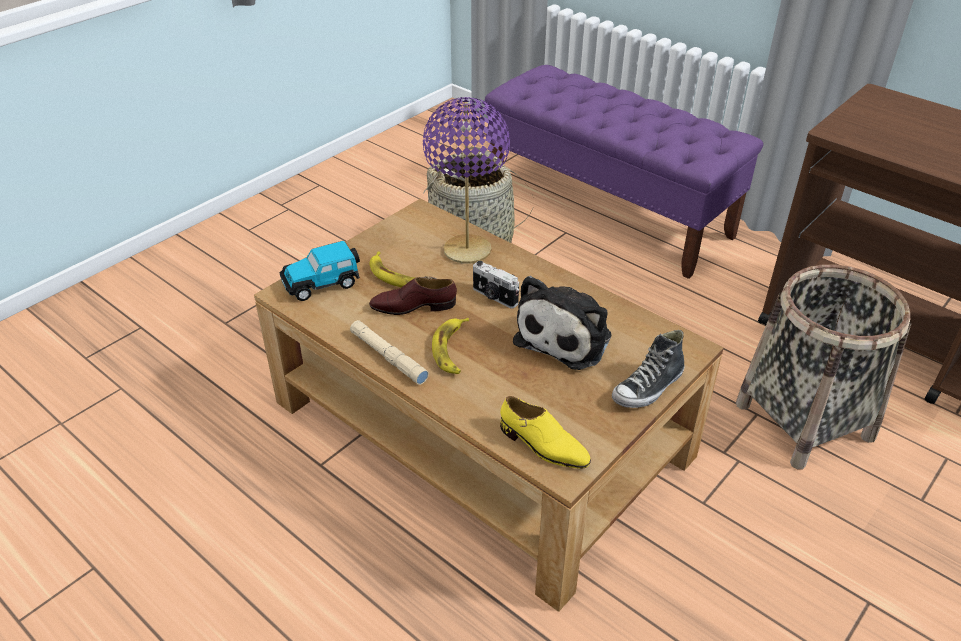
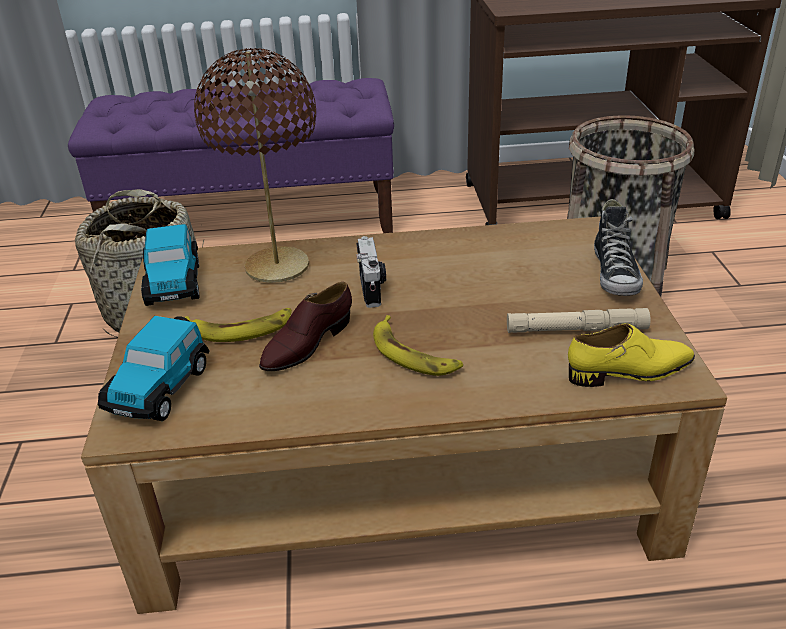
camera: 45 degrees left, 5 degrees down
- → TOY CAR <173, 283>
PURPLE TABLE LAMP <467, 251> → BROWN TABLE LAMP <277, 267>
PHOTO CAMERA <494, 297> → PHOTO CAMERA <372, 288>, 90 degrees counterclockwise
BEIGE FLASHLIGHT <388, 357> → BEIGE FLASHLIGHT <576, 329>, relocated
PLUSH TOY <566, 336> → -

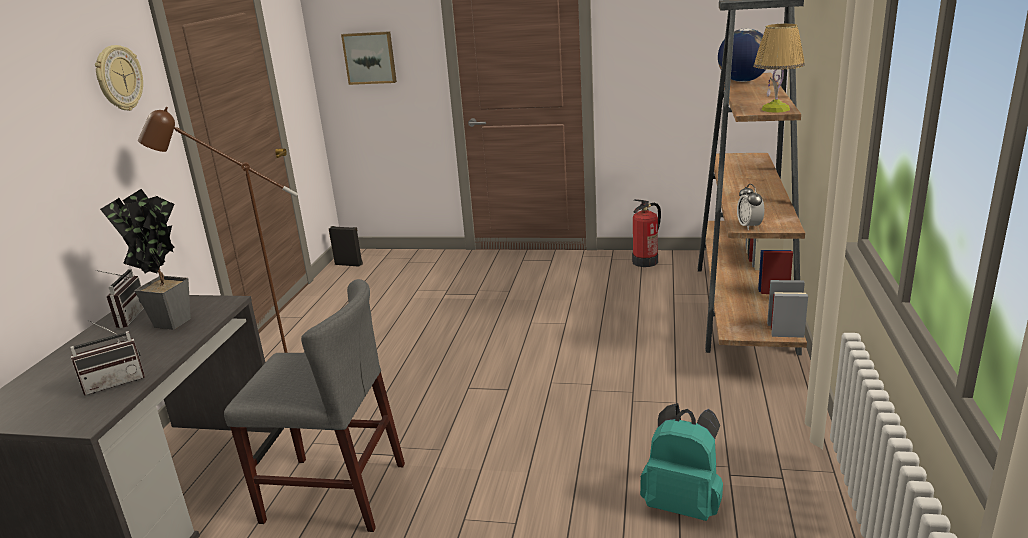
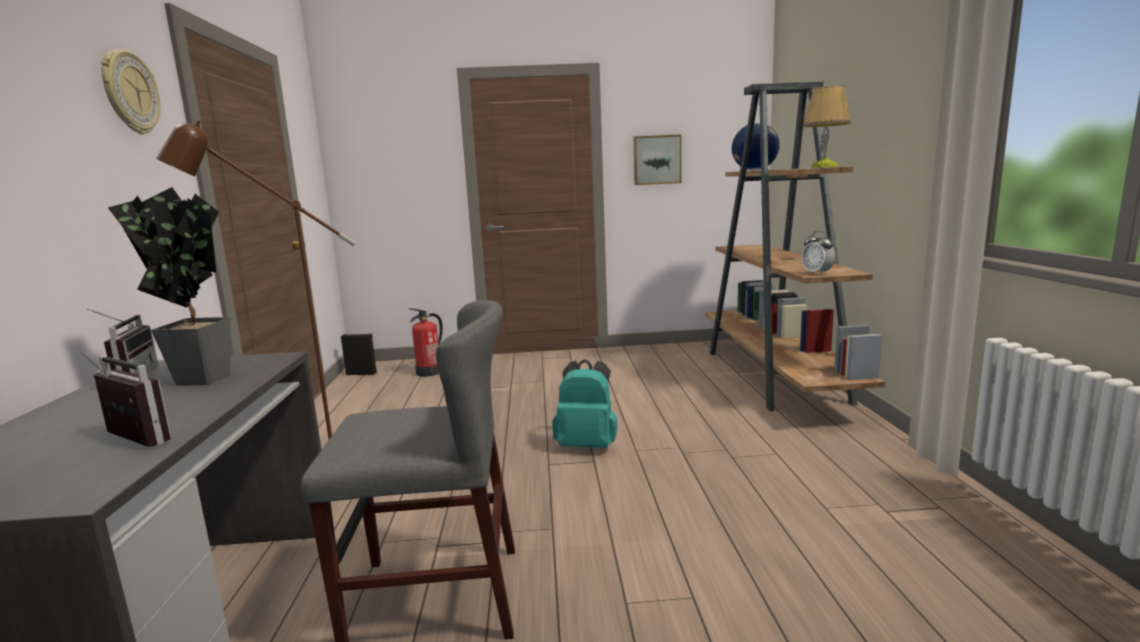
camera: 15 degrees left, 10 degrees down
RADIO <115, 382> → RADIO <126, 442>, 105 degrees counterclockwise
FIRE EXTINGUISHER <645, 261> → FIRE EXTINGUISHER <429, 372>, relocated
TURQUOISE BACKPACK <683, 504> → TURQUOISE BACKPACK <587, 445>, relocated
PICTURE <370, 58> → PICTURE <657, 160>, relocated

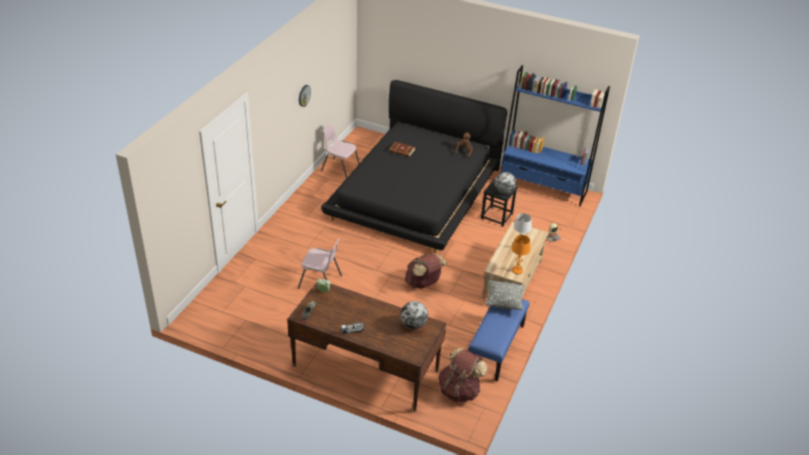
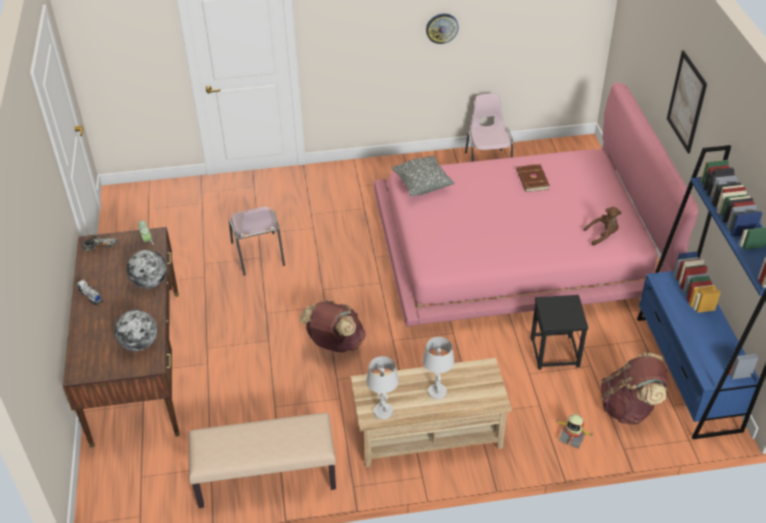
camera: 60 degrees right, 5 degrees up
GLOBE <504, 192> → GLOBE <150, 283>, relocated
BLUE BENCH <496, 348> → BEIGE BENCH <265, 478>
ORANGE TABLE LAMP <517, 270> → WHITE TABLE LAMP <383, 411>
BLACK BED <415, 191> → PINK BED <518, 248>
GREY PILLOW <504, 302> → GREY PILLOW <422, 186>, relocated
BROWN BACKPACK <459, 390> → BROWN BACKPACK <629, 408>, relocated
- → PICTURE <686, 102>

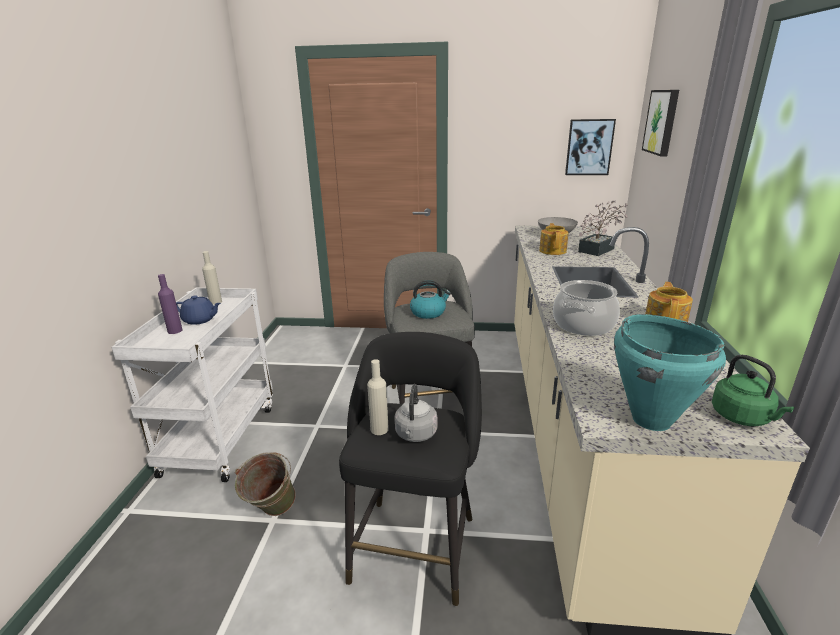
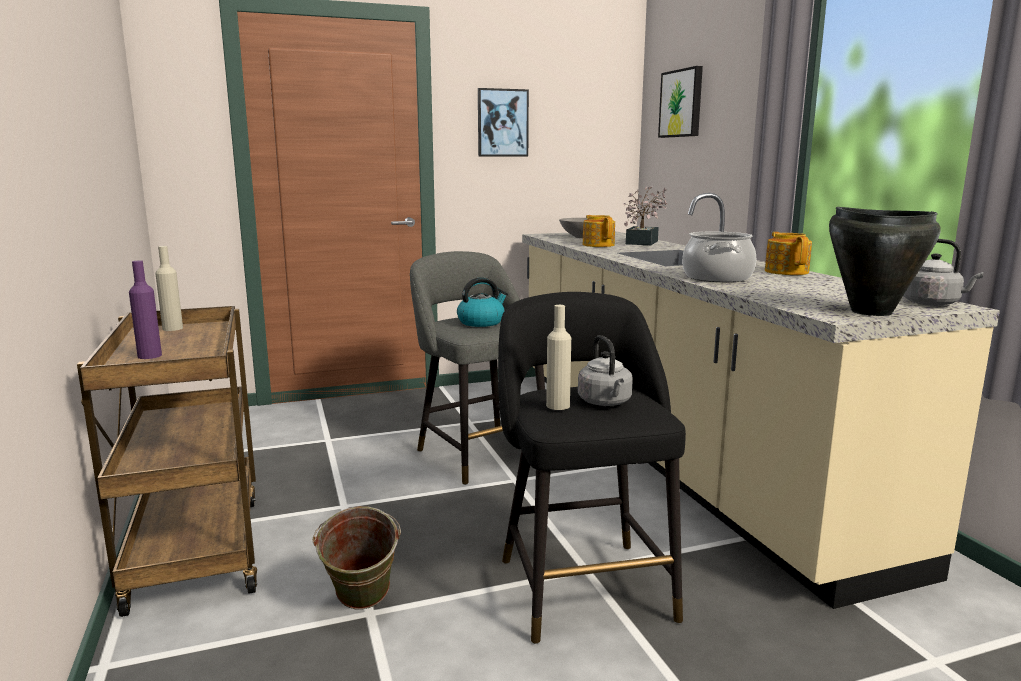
camera: 25 degrees left, 10 degrees down
WHITE CART <220, 438> → BROWN CART <194, 549>
PICTURE <589, 147> → PICTURE <502, 123>, relocated
TURQUOISE COOKING POT <651, 419> → BLACK COOKING POT <870, 311>
GREEN KETTLE <743, 418> → GREY KETTLE <933, 304>
BLUE TEAPOT <200, 320> → -

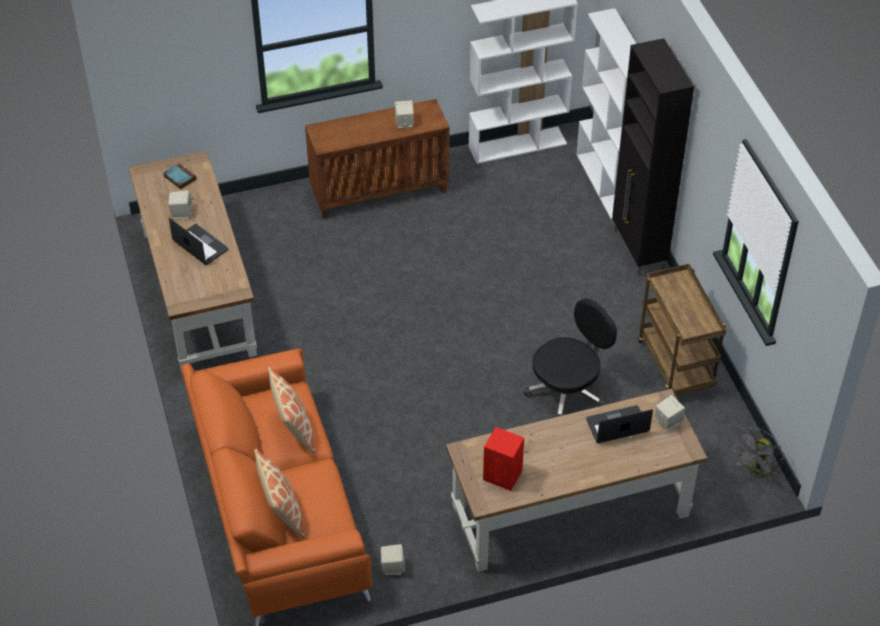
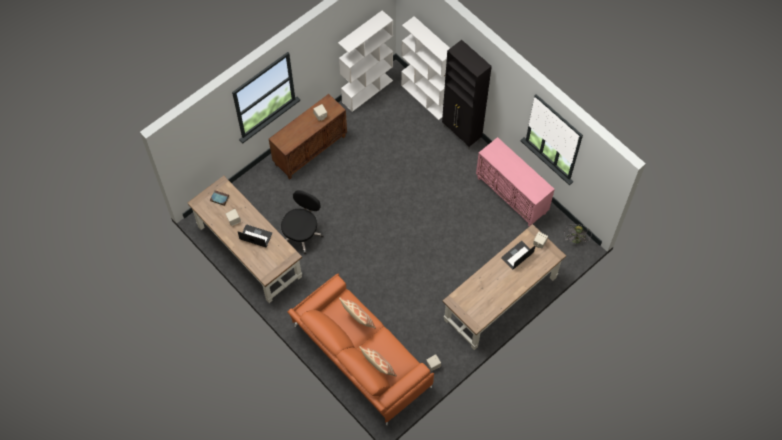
camera: 25 degrees left, 15 degrees up
BLACK OFFICE CHAIR <568, 391> → BLACK OFFICE CHAIR <302, 233>, relocated
BROWN CART <676, 365> → PINK CABINET <512, 195>
RED SPEAKER <503, 475> → -

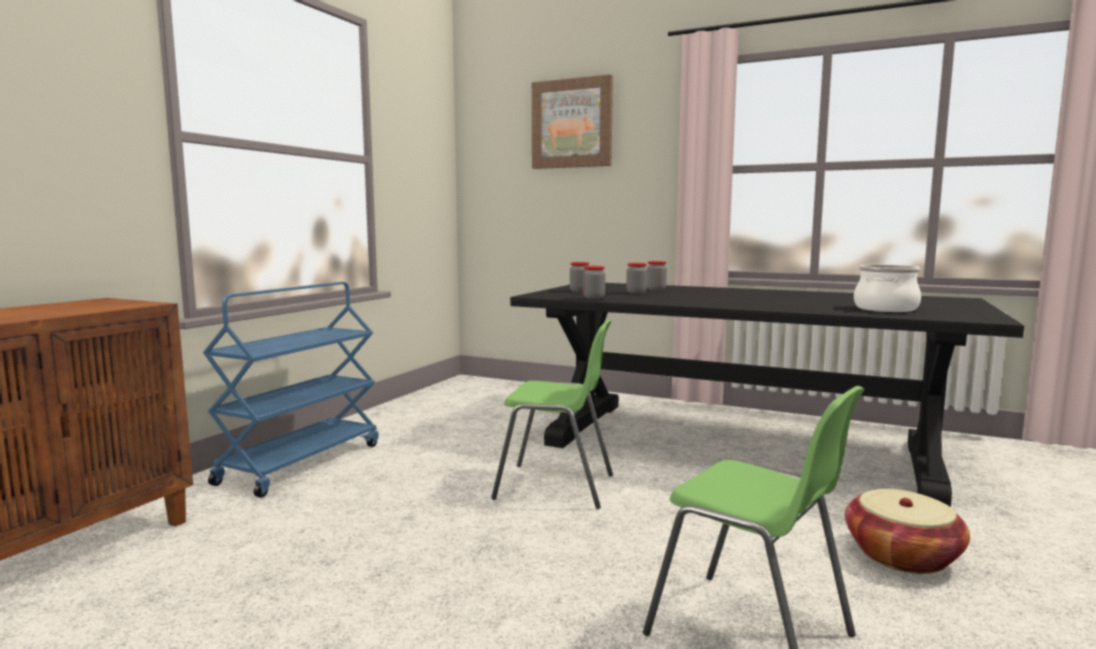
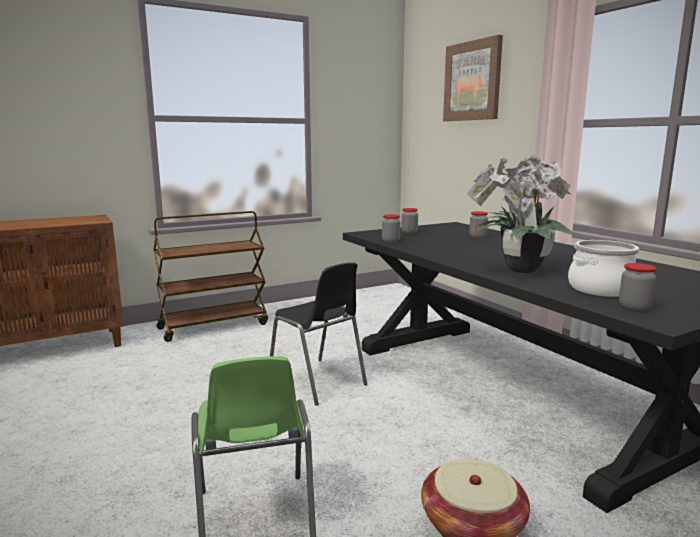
camera: 35 degrees right, 5 degrees up
BLUE CART <301, 463> → BROWN CART <214, 326>
GREEN CHAIR <556, 487> → BLACK CHAIR <317, 382>
- → POTTED PLANT <518, 269>
JAR <636, 292> → JAR <634, 307>, relocated

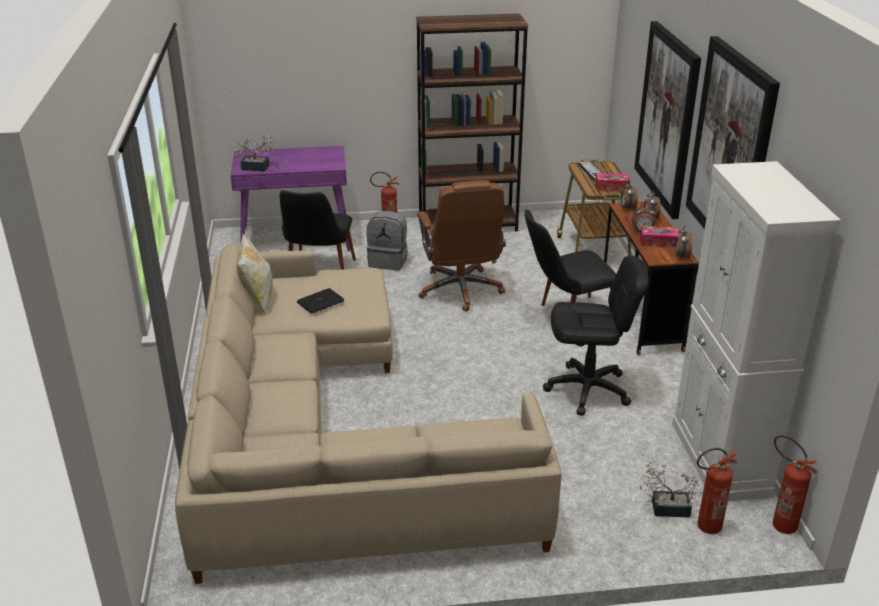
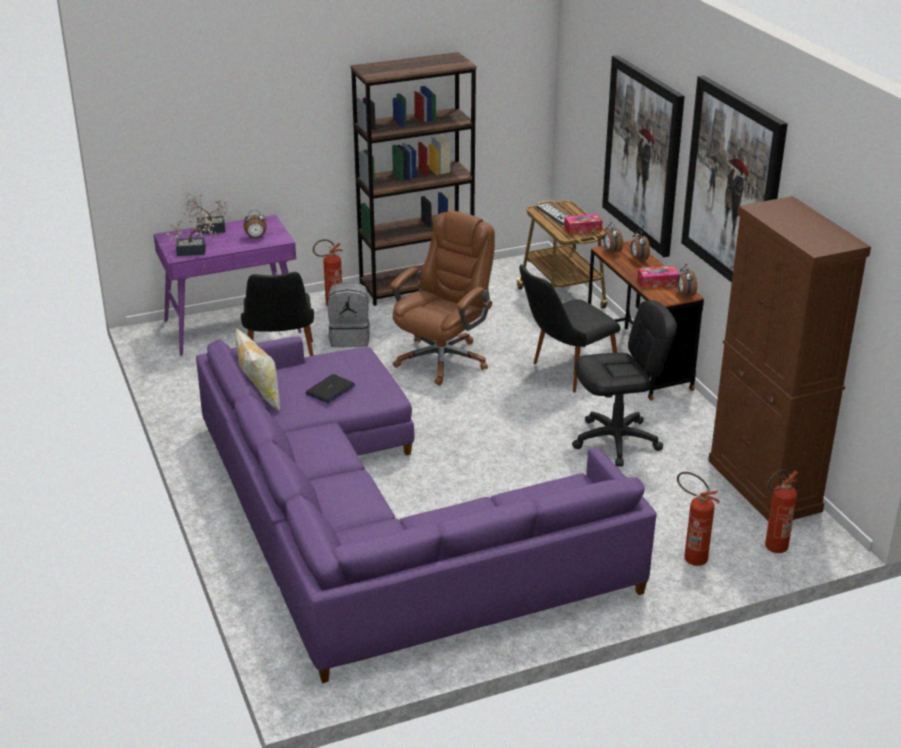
camera: 15 degrees left, 0 degrees up
POTTED PLANT <665, 508> → POTTED PLANT <207, 229>, relocated
BEIGE SOFA <322, 436> → PURPLE SOFA <374, 527>
ALARM CLOCK <642, 232> → ALARM CLOCK <256, 238>, relocated
BROWN OFFICE CHAIR <461, 290> → BROWN OFFICE CHAIR <443, 359>, 120 degrees counterclockwise
FIRE EXTINGUISHER <778, 523> → FIRE EXTINGUISHER <690, 557>, relocated
WHITE CABINET <720, 459> → BROWN CABINET <764, 486>

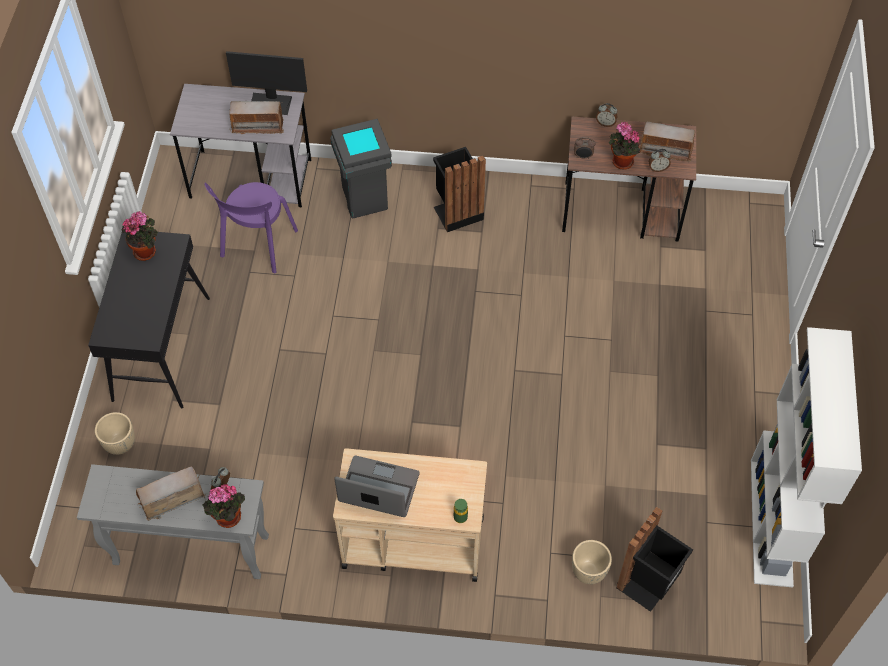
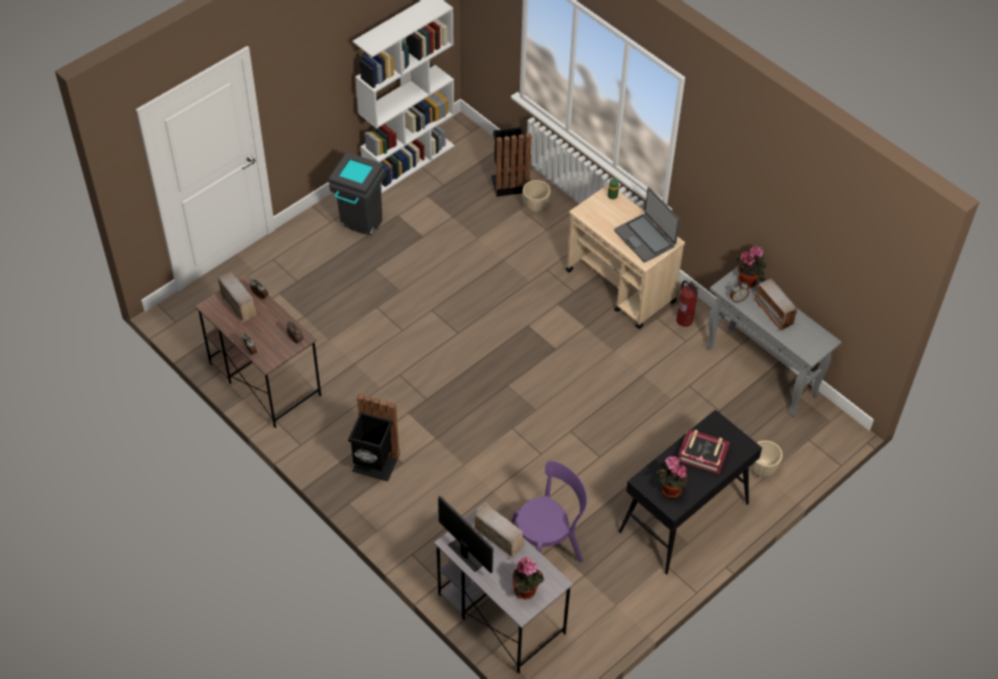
camera: 140 degrees left, 5 degrees down
GREY TRASH CAN <364, 200> → GREY TRASH CAN <360, 227>, relocated
POTTED PLANT <620, 162> → POTTED PLANT <527, 591>, relocated
- → FIRE EXTINGUISHER <684, 320>
- → BOOK <703, 454>
RADIO <173, 500> → RADIO <774, 312>, 45 degrees clockwise

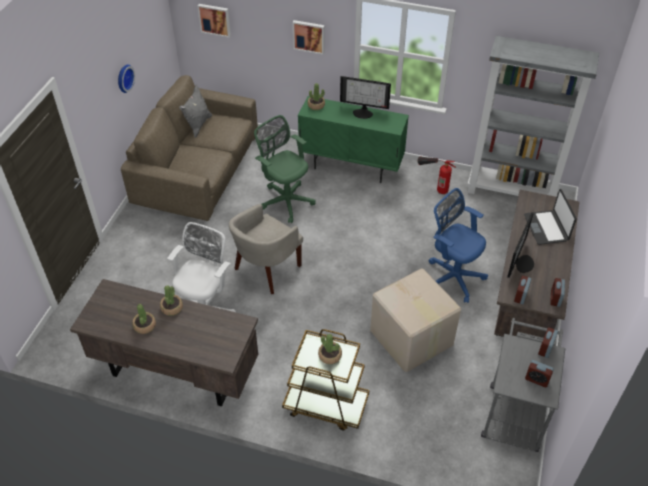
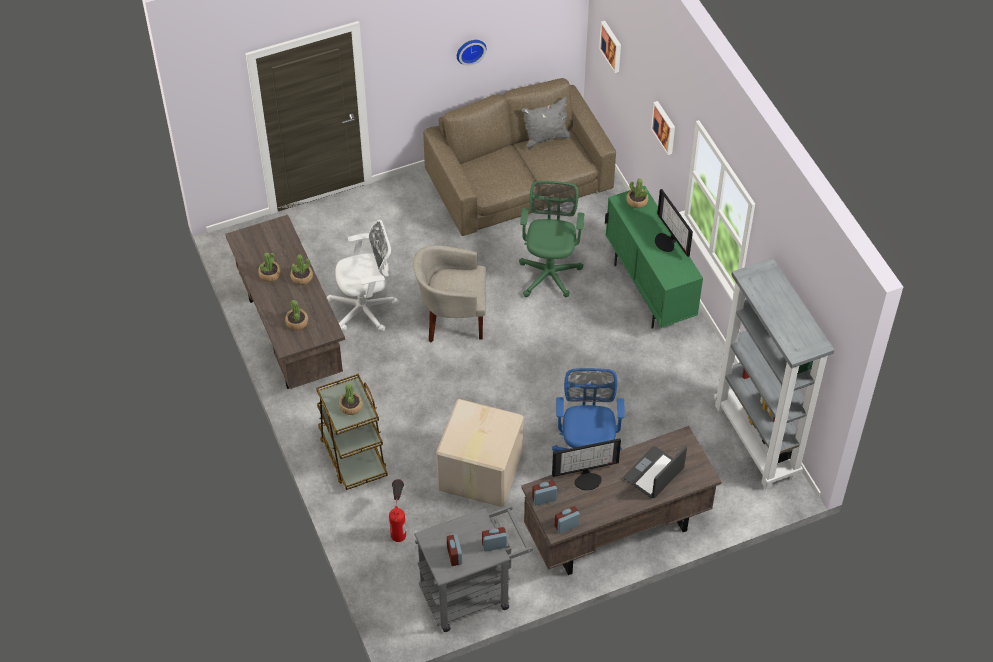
camera: 50 degrees right, 5 degrees up
- → POTTED PLANT <297, 322>
FIRE EXTINGUISHER <433, 185> → FIRE EXTINGUISHER <398, 523>, relocated

